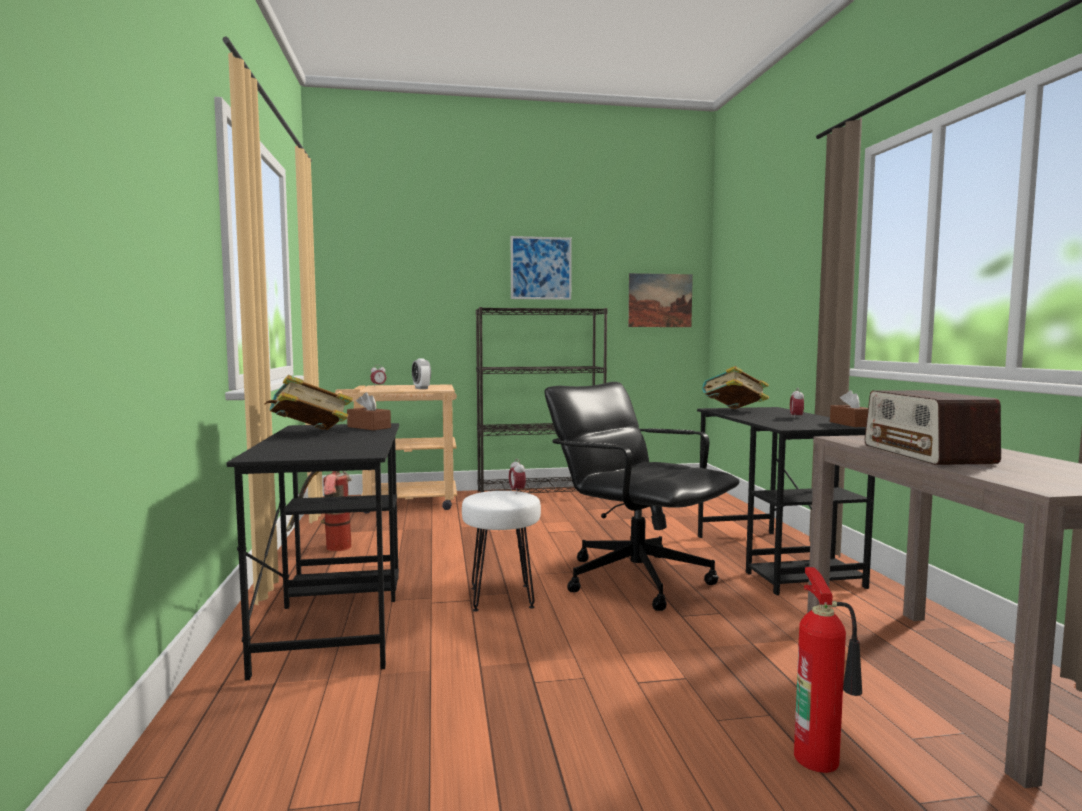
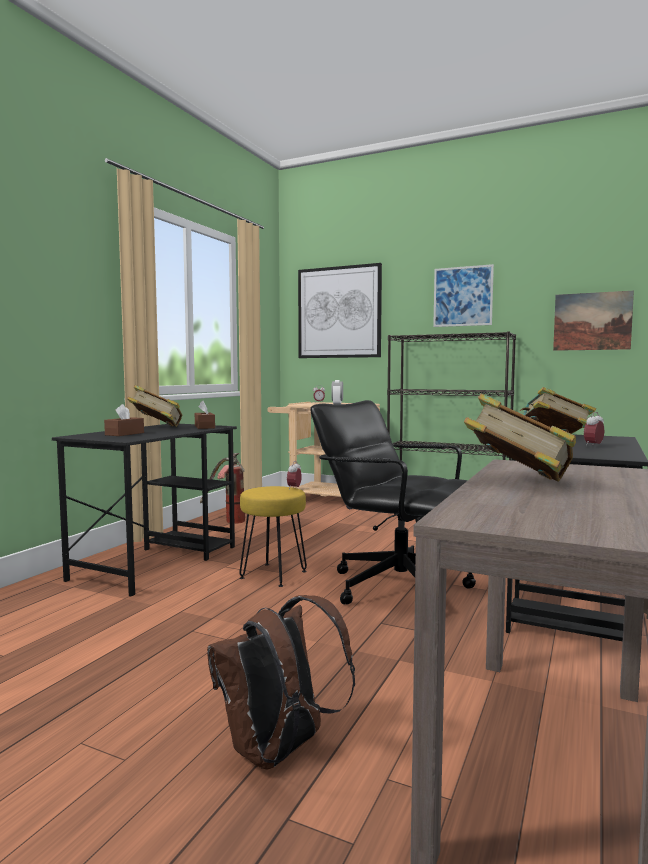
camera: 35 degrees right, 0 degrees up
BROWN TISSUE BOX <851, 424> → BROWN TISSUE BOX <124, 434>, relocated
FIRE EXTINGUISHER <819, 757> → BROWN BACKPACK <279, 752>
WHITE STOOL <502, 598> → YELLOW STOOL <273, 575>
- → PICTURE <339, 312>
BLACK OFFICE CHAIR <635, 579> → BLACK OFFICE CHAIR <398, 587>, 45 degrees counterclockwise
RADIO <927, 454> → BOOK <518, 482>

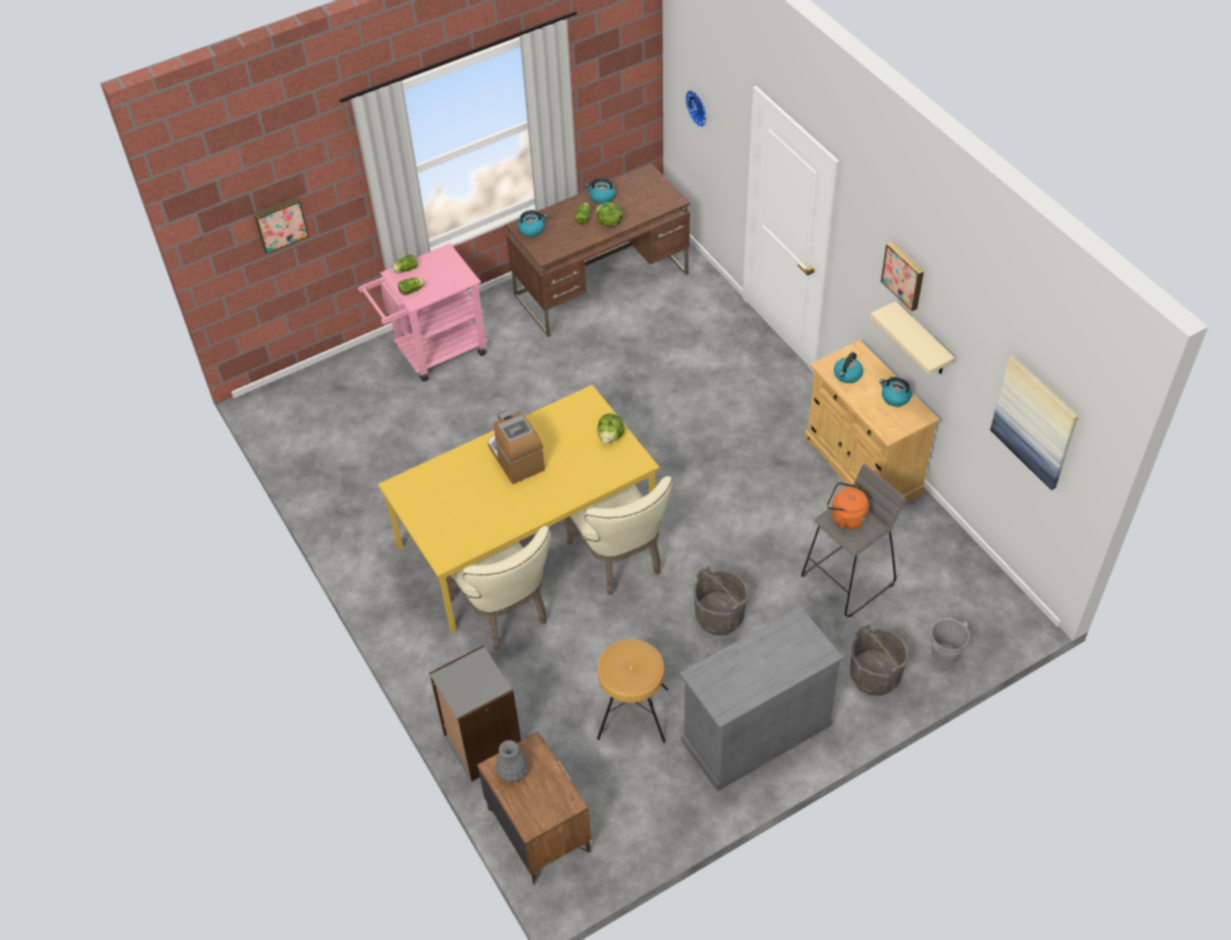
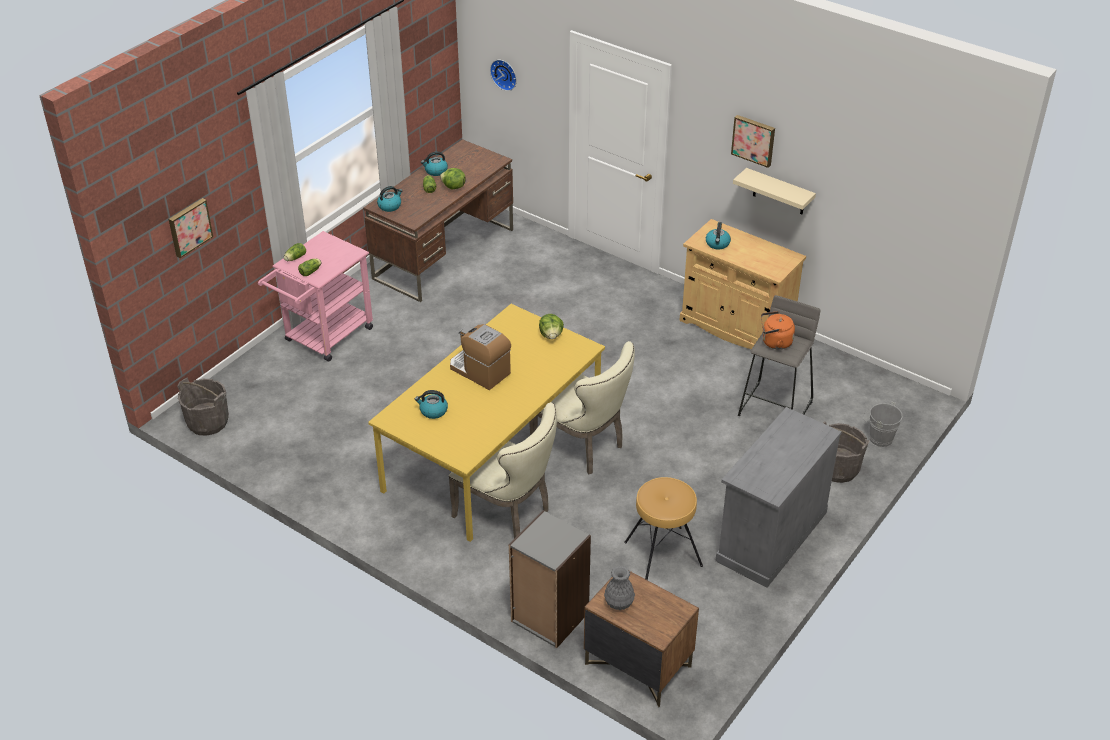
camera: 25 degrees left, 10 degrees down
GREY BUCKET <719, 616> → GREY BUCKET <208, 422>, relocated
KETTLE <895, 397> → KETTLE <433, 411>, relocated
PICTURE <1035, 422> → -

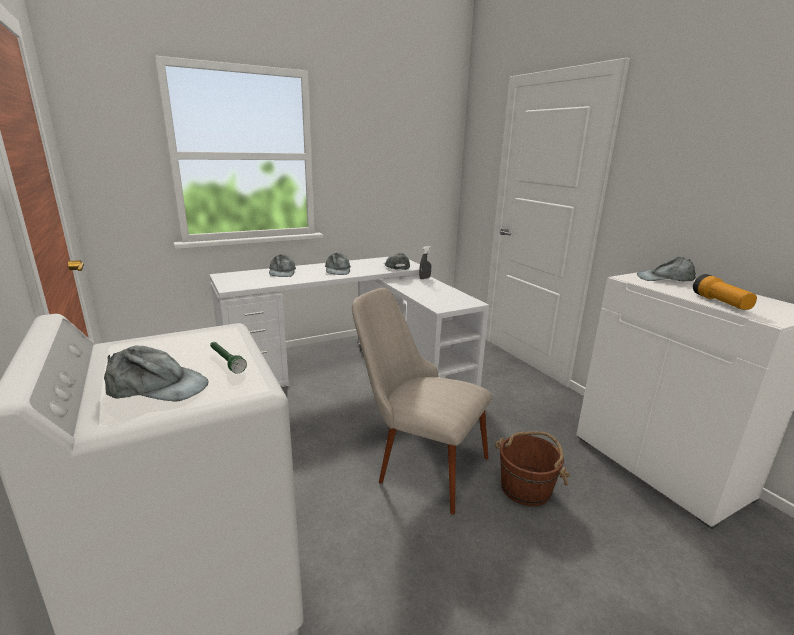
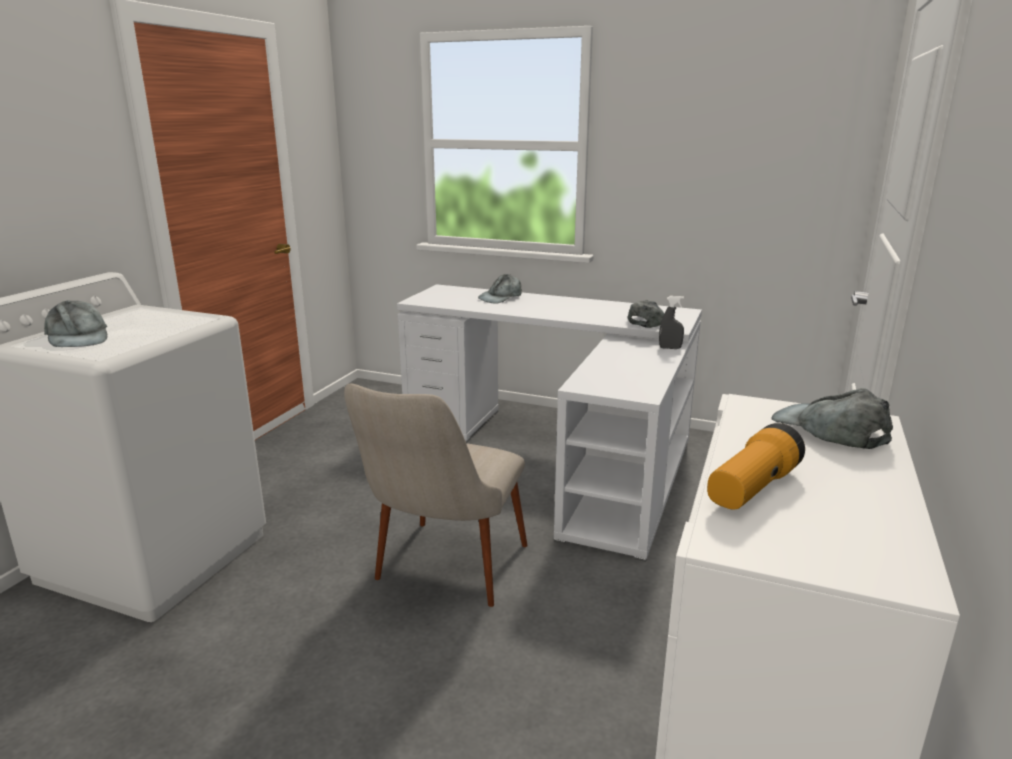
camera: 50 degrees right, 0 degrees up
BEIGE CHAIR <417, 462> → BEIGE CHAIR <442, 577>, 150 degrees counterclockwise
GREEN FLASHLIGHT <226, 361> → -
GREY CAP <337, 270> → -
BROWN BUCKET <526, 488> → -

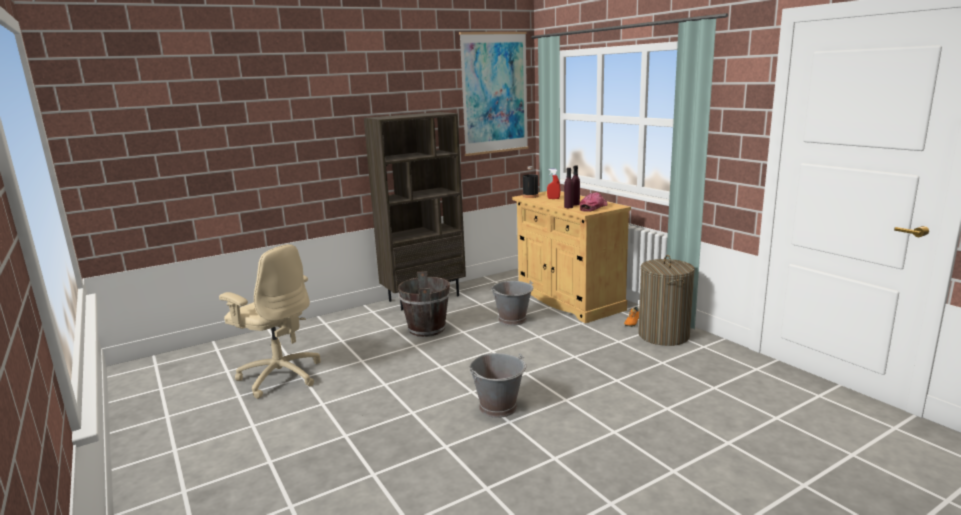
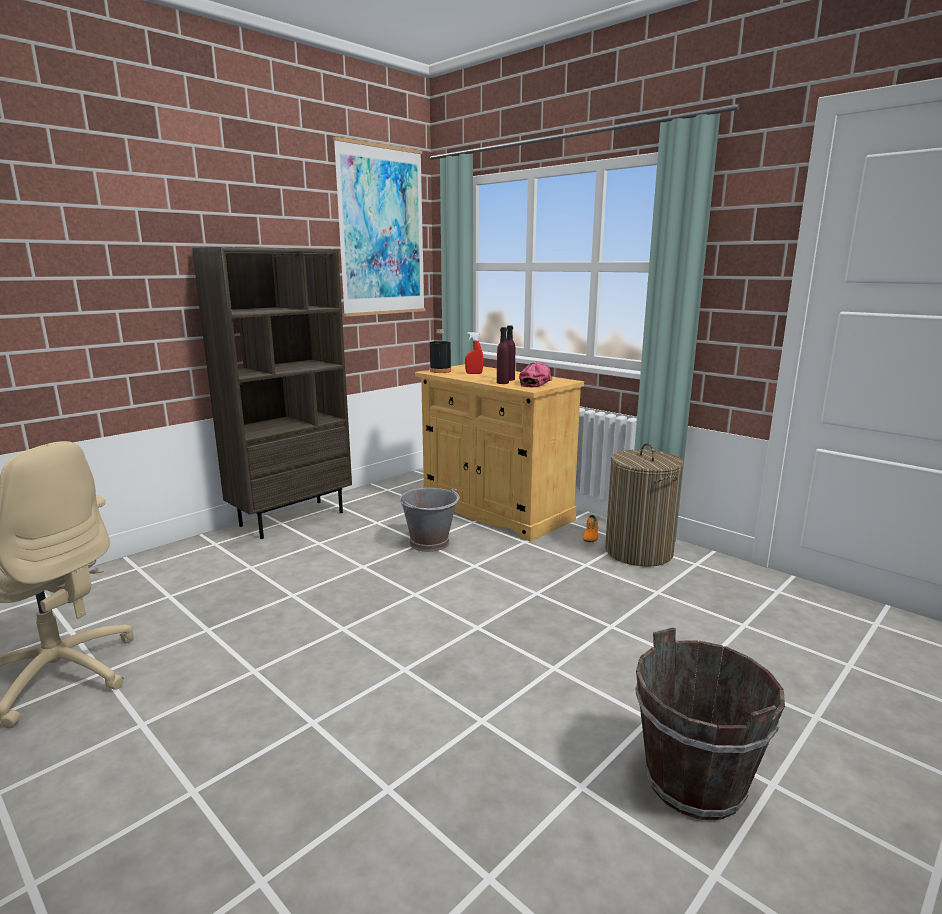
camera: 15 degrees left, 0 degrees up
BROWN BUCKET <427, 329> → BROWN BUCKET <695, 782>, relocated
GREY BUCKET <498, 407> → -

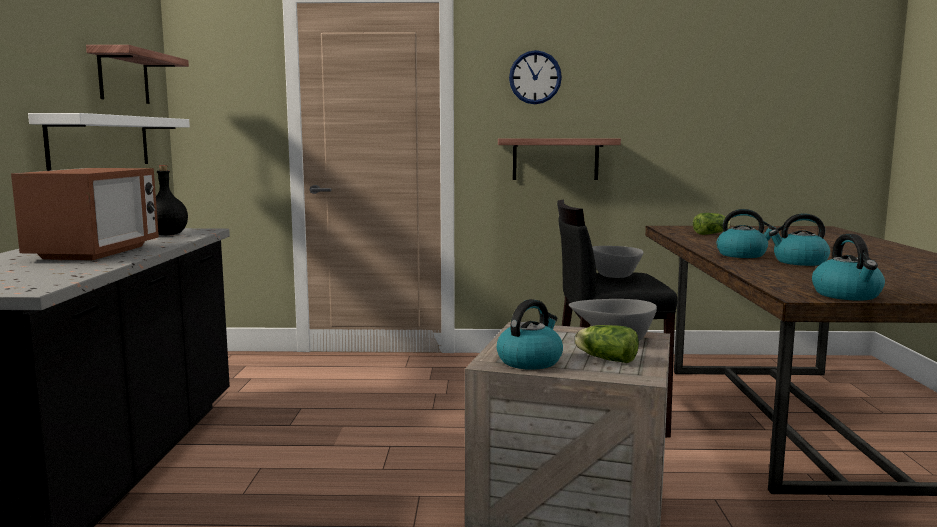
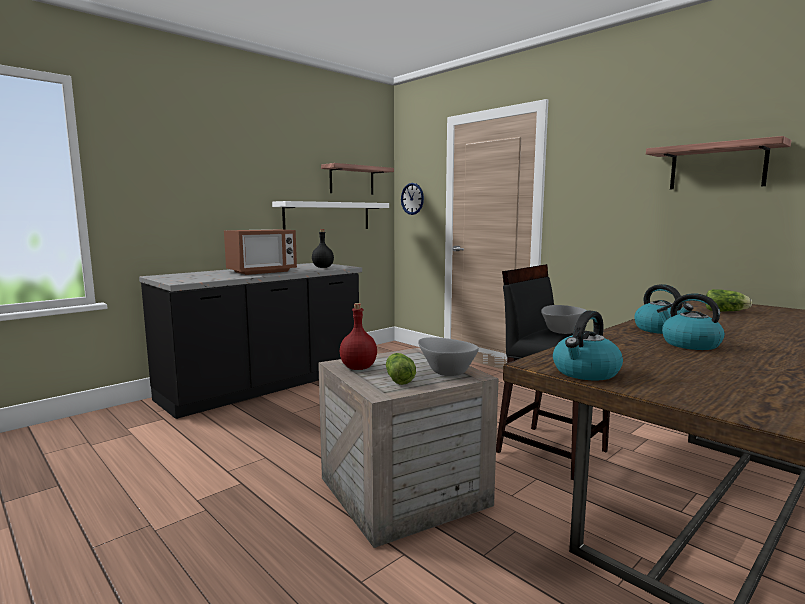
camera: 45 degrees right, 0 degrees up
KETTLE <530, 361> → RED BOTTLE <358, 368>
WALL CLOCK <535, 77> → WALL CLOCK <412, 198>, relocated
SHELF <555, 159> → SHELF <717, 167>, relocated

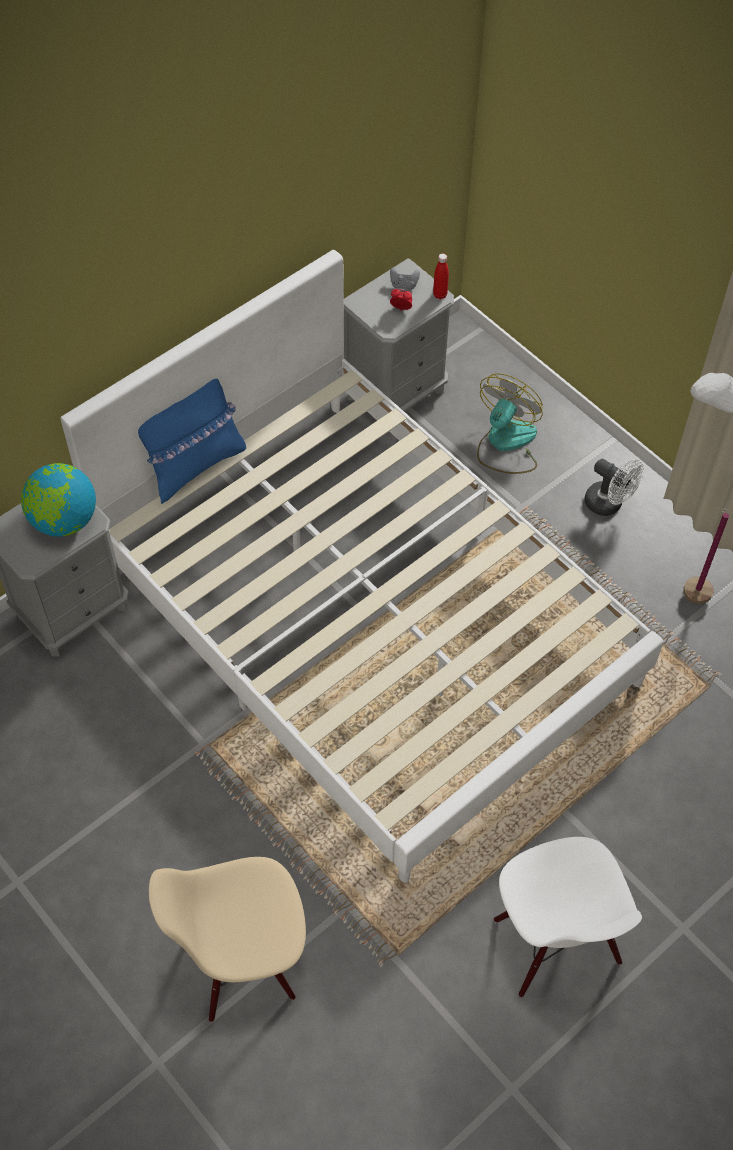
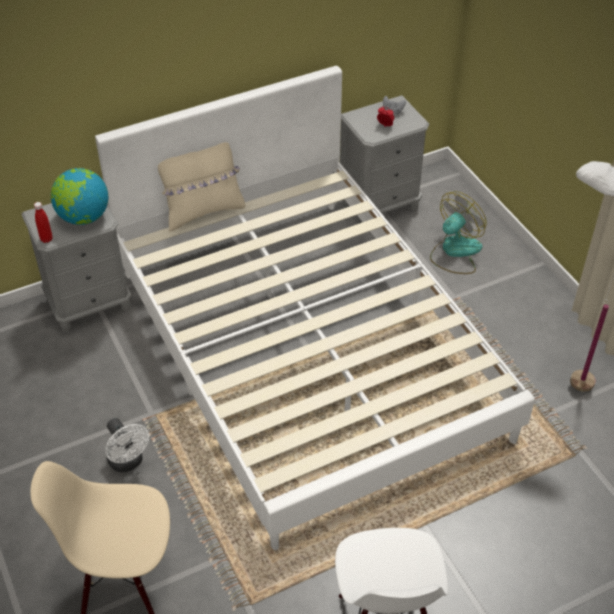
camera: 15 degrees right, 10 degrees down
RED BOTTLE <440, 295> → RED BOTTLE <46, 239>, relocated
WHITE FAN <609, 504> → WHITE FAN <128, 462>, relocated
BLUE PILLOW <194, 465> → BEIGE PILLOW <203, 211>

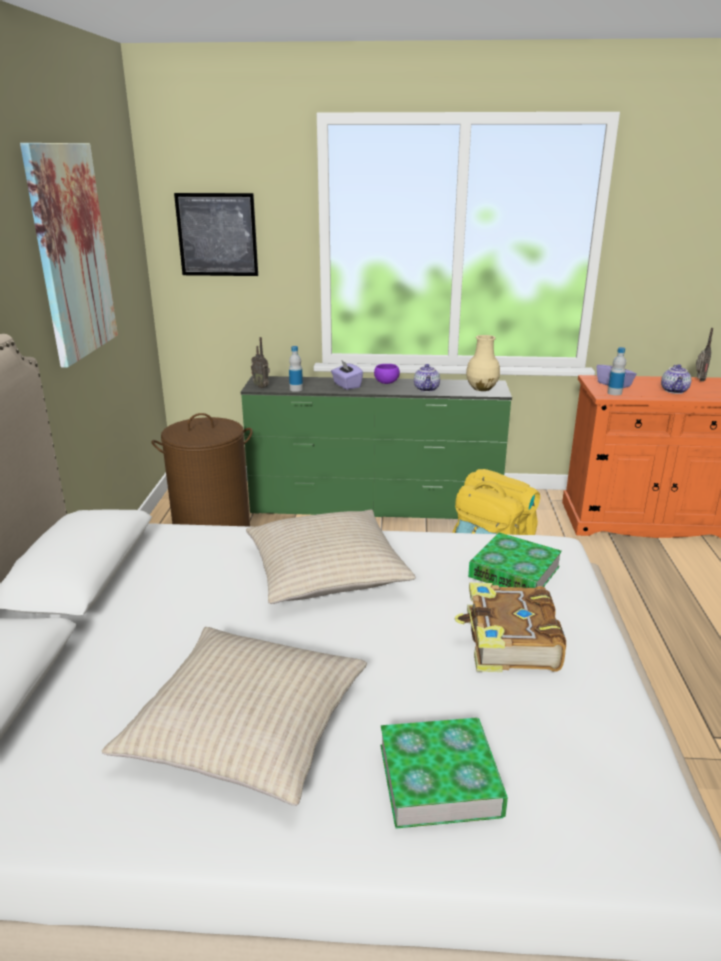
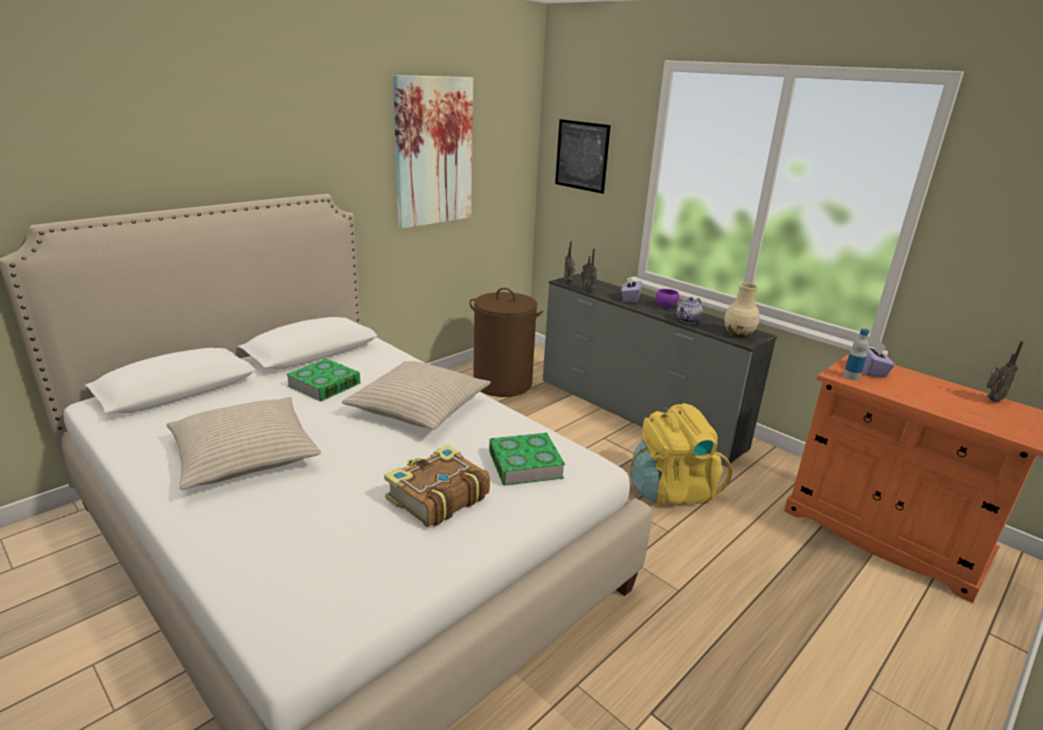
camera: 40 degrees right, 0 degrees up
BOOK <439, 779> → BOOK <324, 385>, relocated
GREEN DRESSER <375, 507> → GREY DRESSER <637, 413>
BOTTLE <296, 389> → RADIO <588, 290>
TEAPOT <675, 391> → -

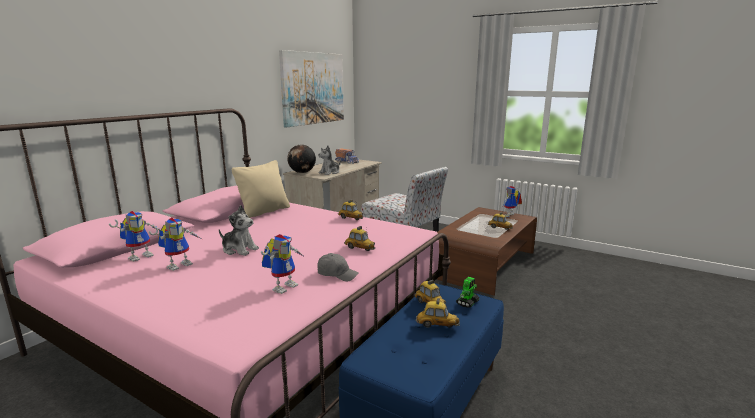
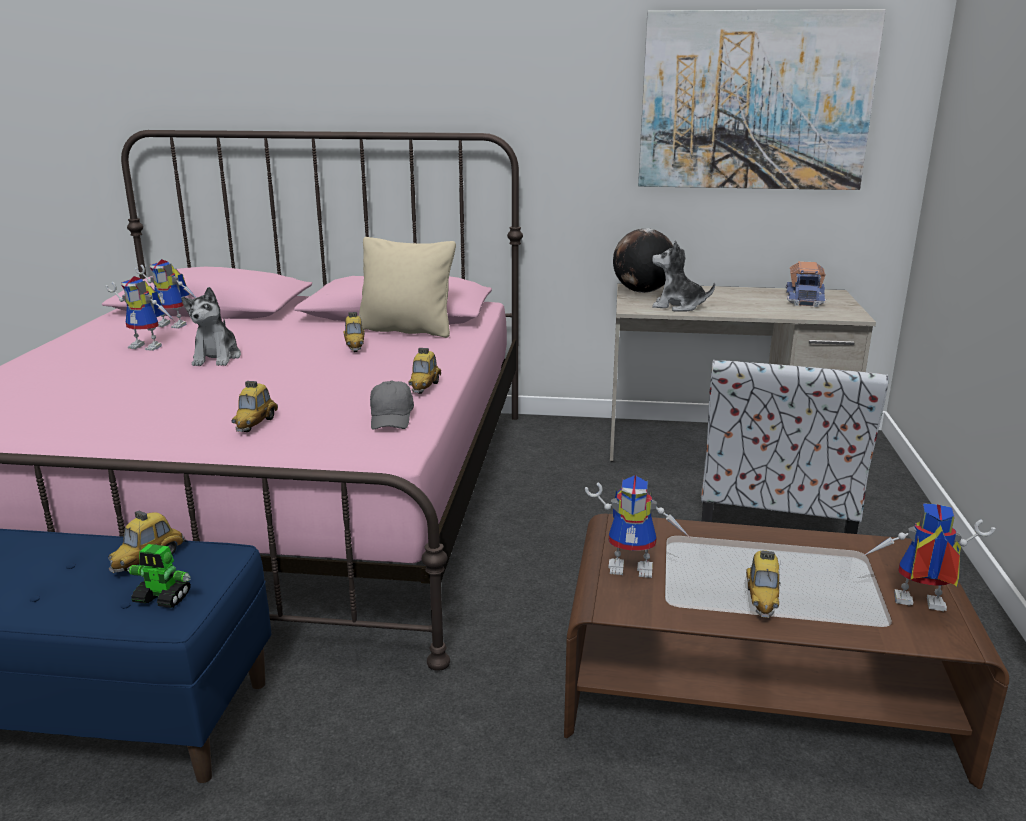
camera: 65 degrees right, 5 degrees up
TOY CAR <437, 325> → TOY CAR <355, 347>, relocated
GREY CAP <337, 274> → GREY CAP <391, 418>, relocated
TOY ROBOT <284, 286> → TOY ROBOT <634, 566>, relocated

